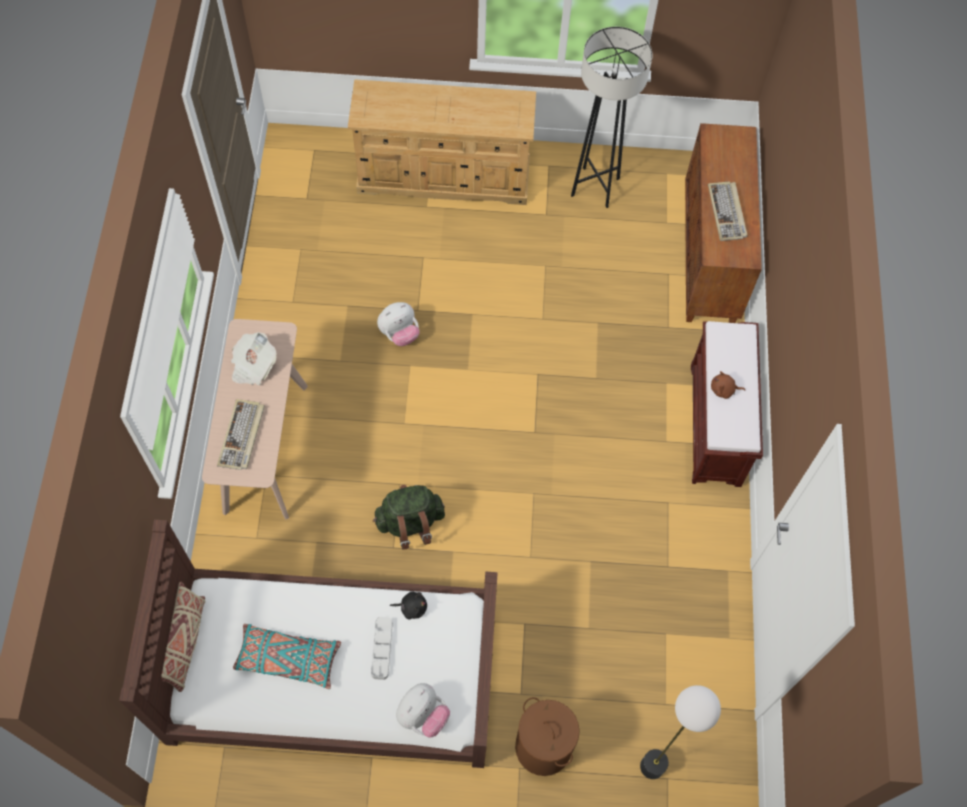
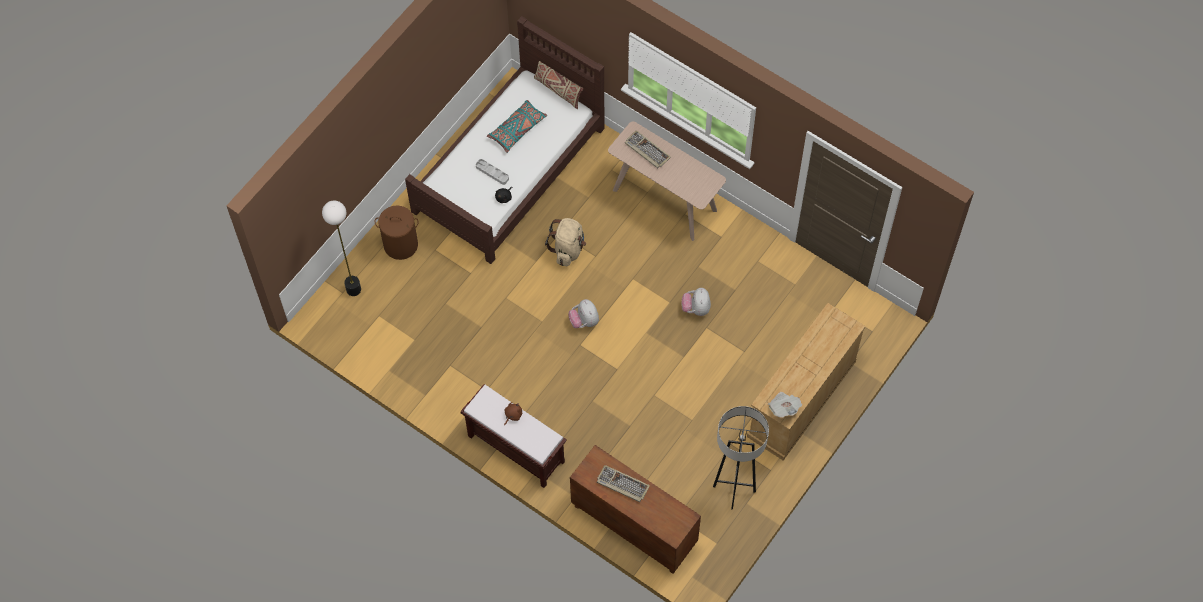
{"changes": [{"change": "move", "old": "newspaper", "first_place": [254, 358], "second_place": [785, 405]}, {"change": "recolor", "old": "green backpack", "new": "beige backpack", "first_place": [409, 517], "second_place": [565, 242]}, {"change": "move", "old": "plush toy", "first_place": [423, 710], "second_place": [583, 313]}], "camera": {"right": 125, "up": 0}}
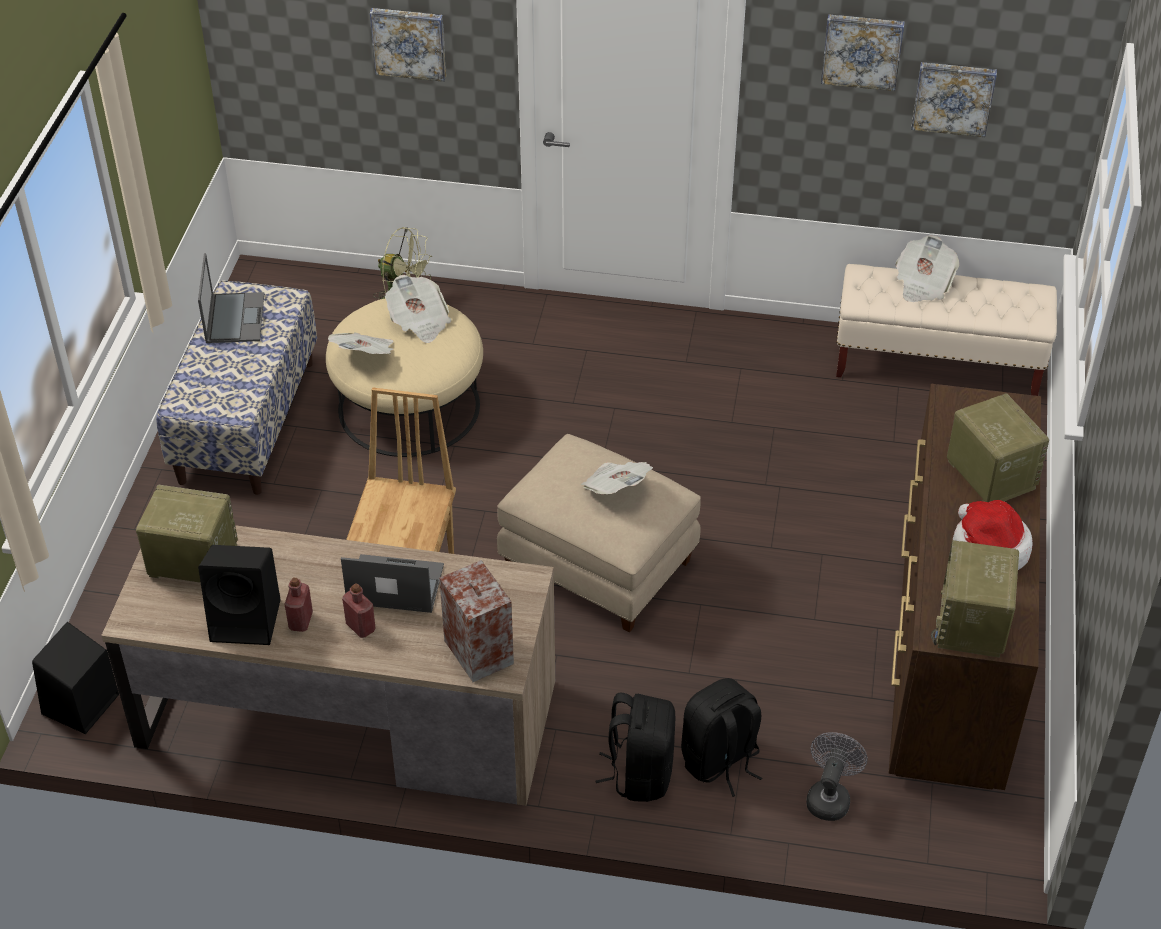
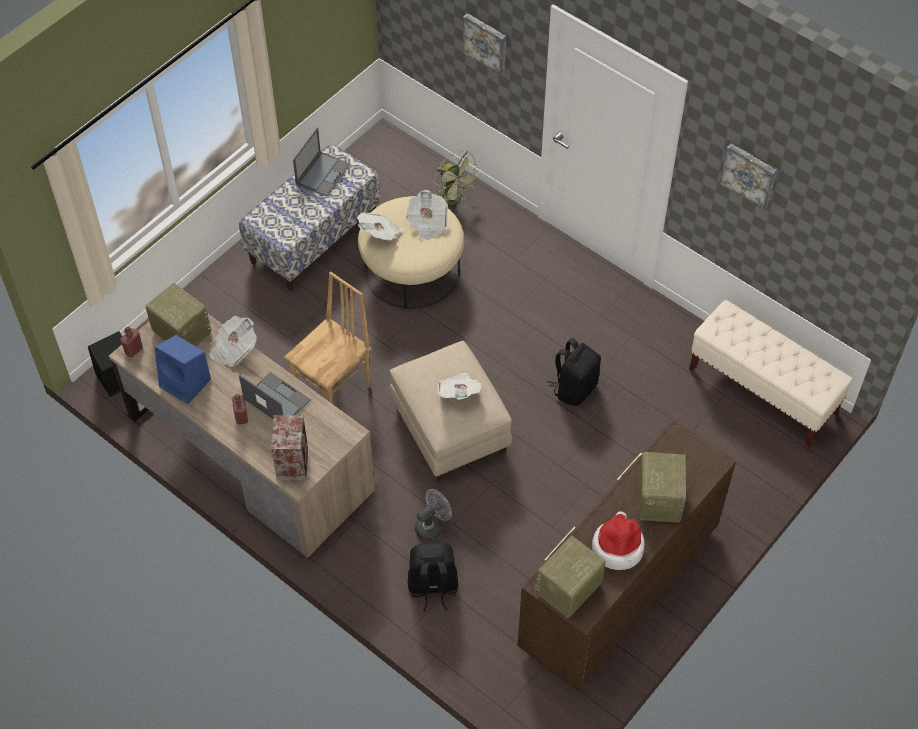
{"changes": [{"change": "delete", "old": "picture", "first_place": [954, 99]}, {"change": "move", "old": "newspaper", "first_place": [927, 268], "second_place": [233, 341]}, {"change": "recolor", "old": "black speaker", "new": "blue speaker", "first_place": [239, 595], "second_place": [183, 369]}, {"change": "move", "old": "red bottle", "first_place": [299, 605], "second_place": [131, 342]}, {"change": "move", "old": "black backpack", "first_place": [635, 747], "second_place": [574, 372]}, {"change": "move", "old": "grey fan", "first_place": [836, 776], "second_place": [433, 515]}], "camera": {"right": 30, "up": 10}}
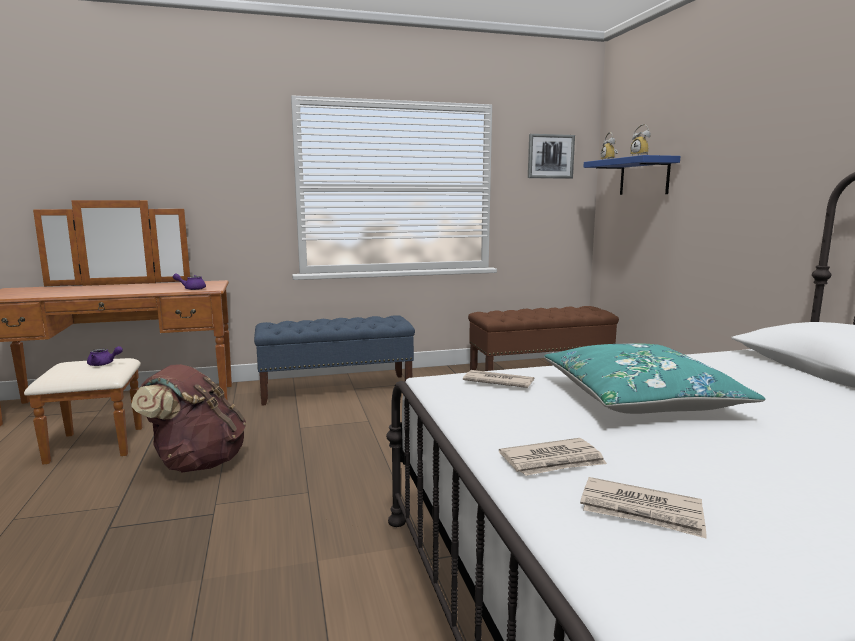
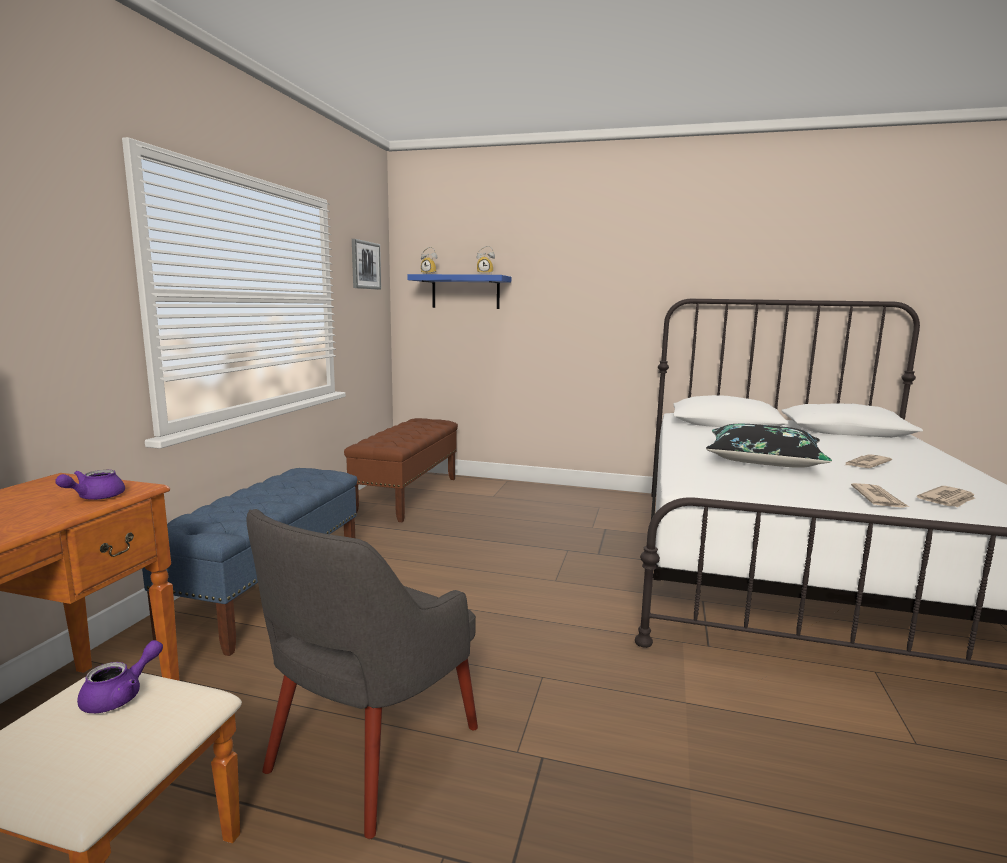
{"changes": [{"change": "recolor", "old": "turquoise pillow", "new": "black pillow", "first_place": [654, 378], "second_place": [769, 446]}, {"change": "replace", "old": "brown backpack", "new": "grey armchair", "first_place": [188, 418], "second_place": [362, 674]}, {"change": "move", "old": "newspaper", "first_place": [498, 379], "second_place": [868, 461]}], "camera": {"right": -60, "up": 0}}
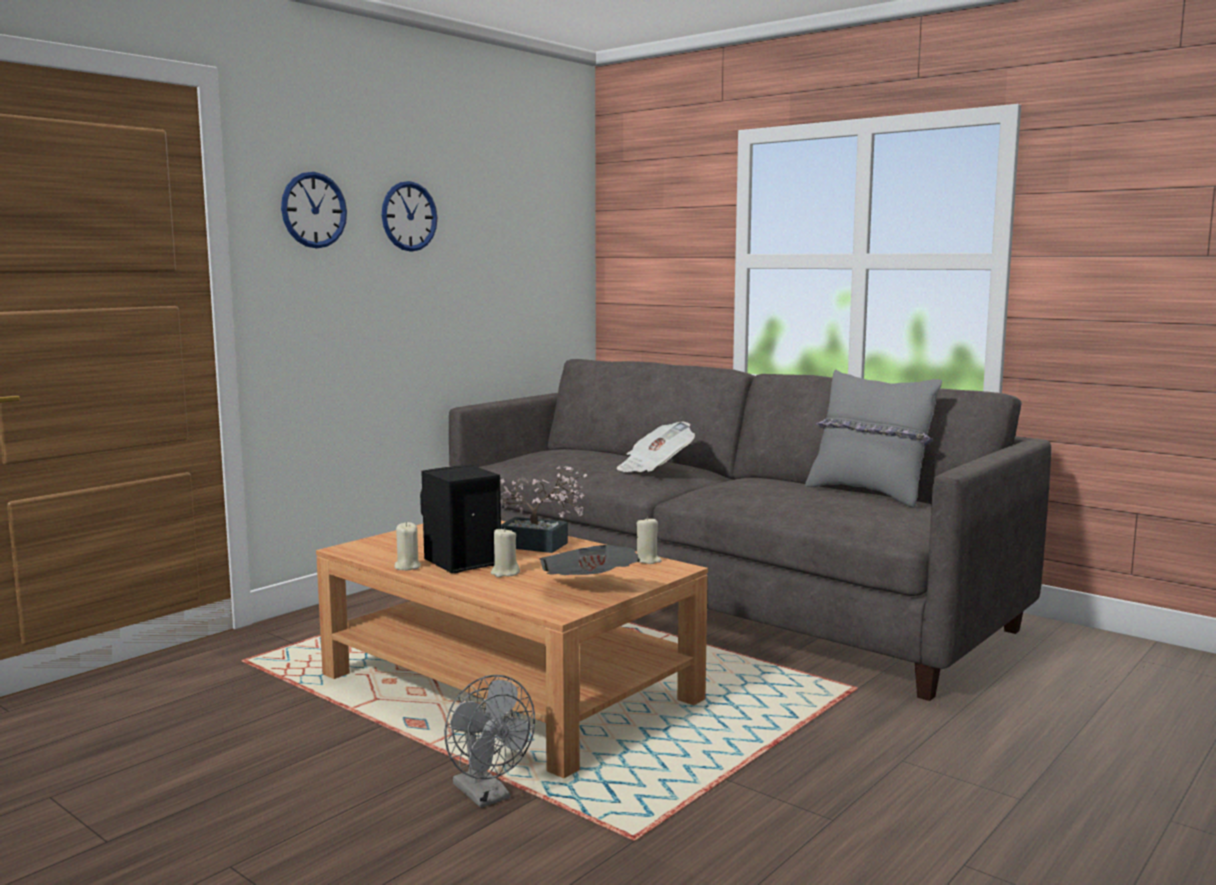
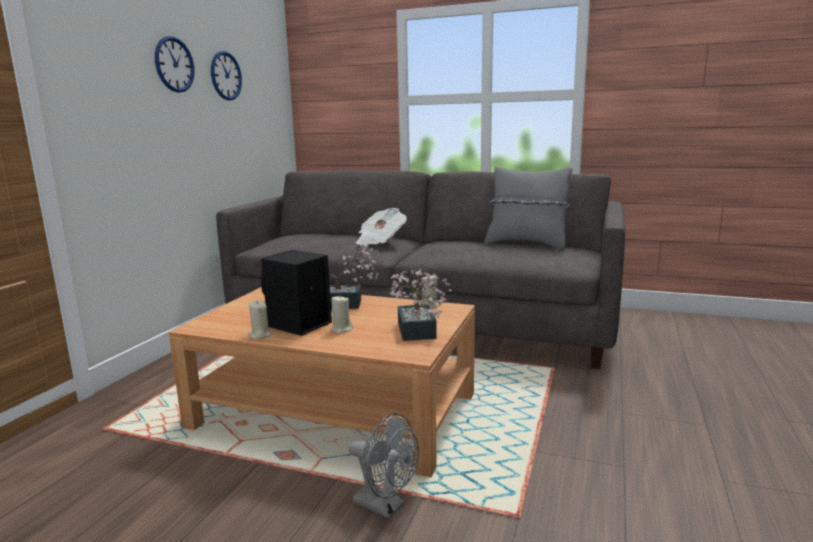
{"changes": [{"change": "move", "old": "wall clock", "first_place": [314, 210], "second_place": [226, 75]}, {"change": "replace", "old": "newspaper", "new": "potted plant", "first_place": [590, 560], "second_place": [420, 305]}], "camera": {"right": -20, "up": 5}}
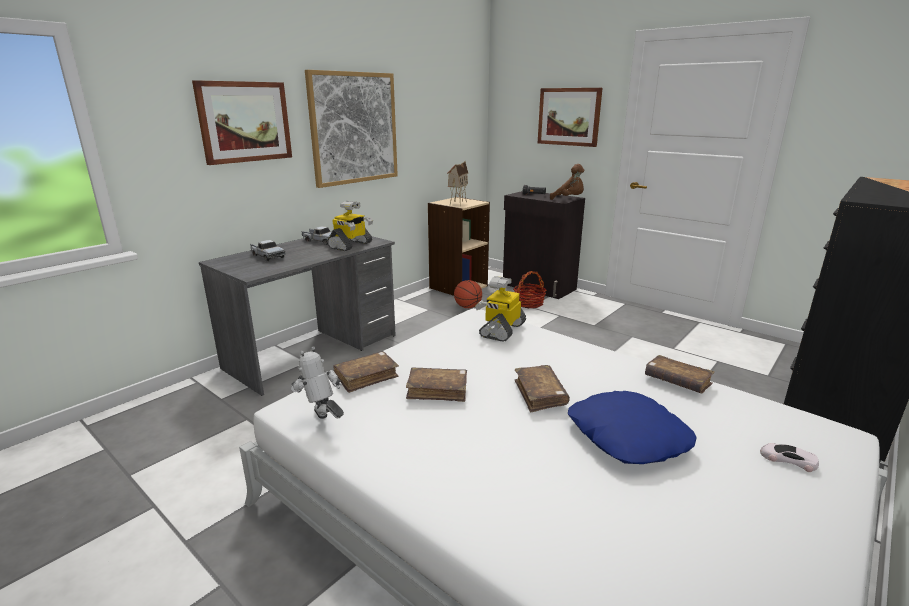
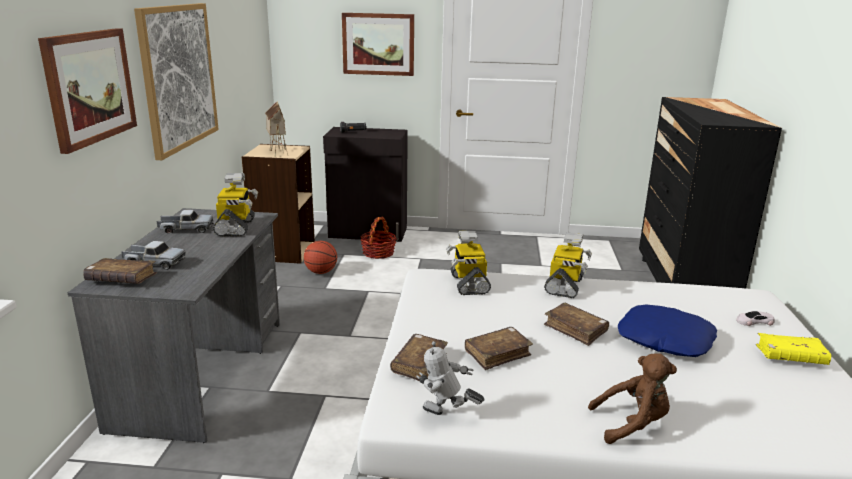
{"changes": [{"change": "move", "old": "brown plush toy", "first_place": [567, 182], "second_place": [632, 398]}, {"change": "move", "old": "brown book", "first_place": [680, 374], "second_place": [120, 271]}, {"change": "insert", "new": "toy robot", "second_place": [568, 265]}, {"change": "insert", "new": "yellow book", "second_place": [793, 349]}], "camera": {"right": -35, "up": 0}}
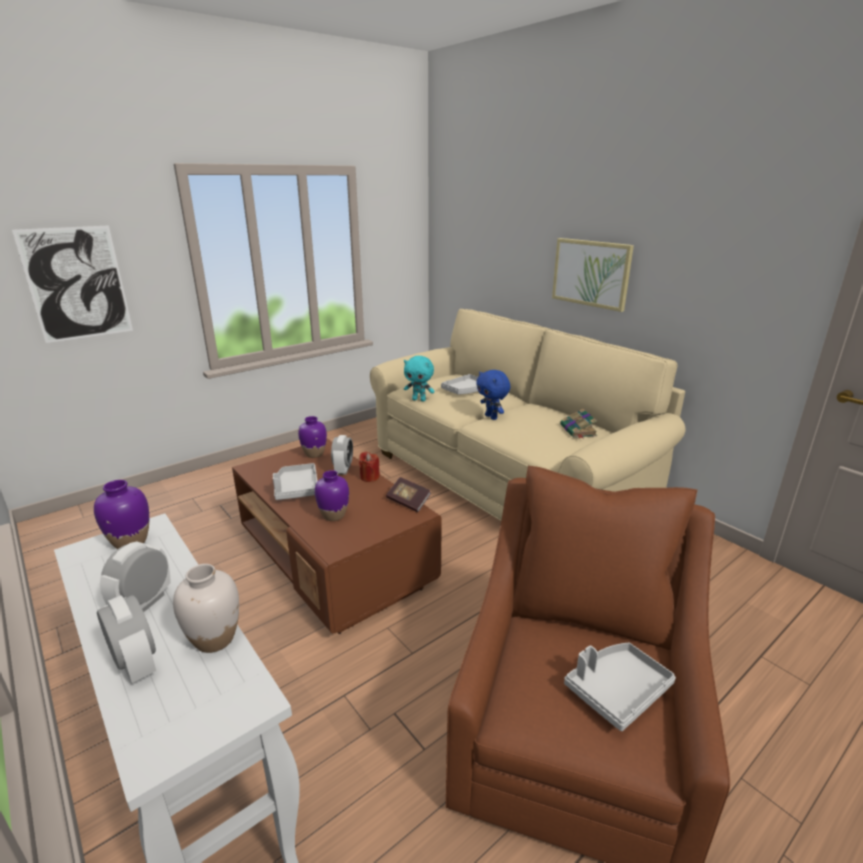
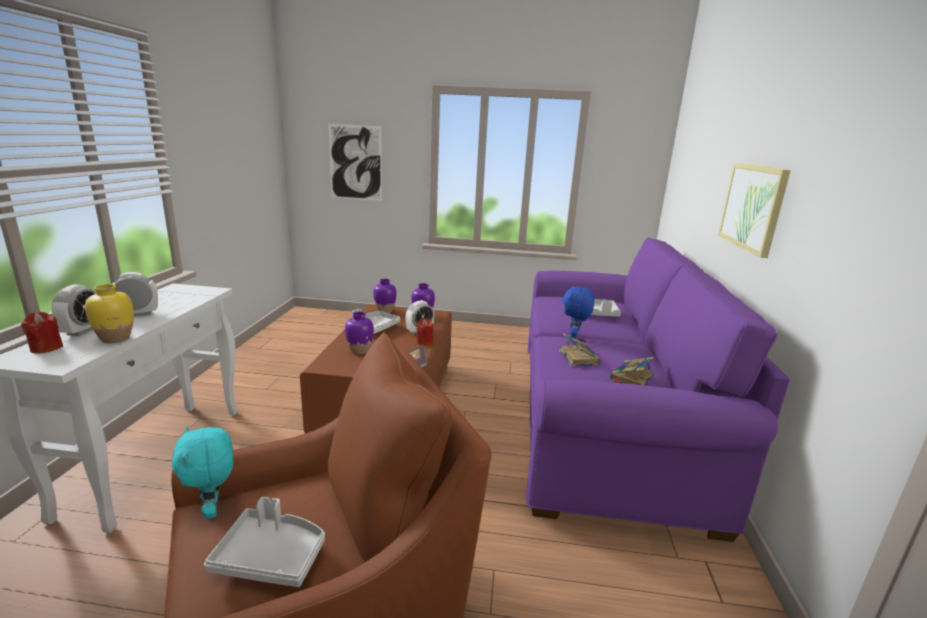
{"changes": [{"change": "recolor", "old": "beige sofa", "new": "purple sofa", "first_place": [528, 415], "second_place": [657, 389]}, {"change": "move", "old": "turquoise plush toy", "first_place": [419, 378], "second_place": [202, 473]}, {"change": "move", "old": "purple vase", "first_place": [121, 514], "second_place": [384, 296]}, {"change": "recolor", "old": "white vase", "new": "yellow vase", "first_place": [206, 608], "second_place": [109, 313]}, {"change": "insert", "new": "red candle", "second_place": [42, 332]}, {"change": "insert", "new": "book", "second_place": [579, 349]}], "camera": {"right": 45, "up": -5}}
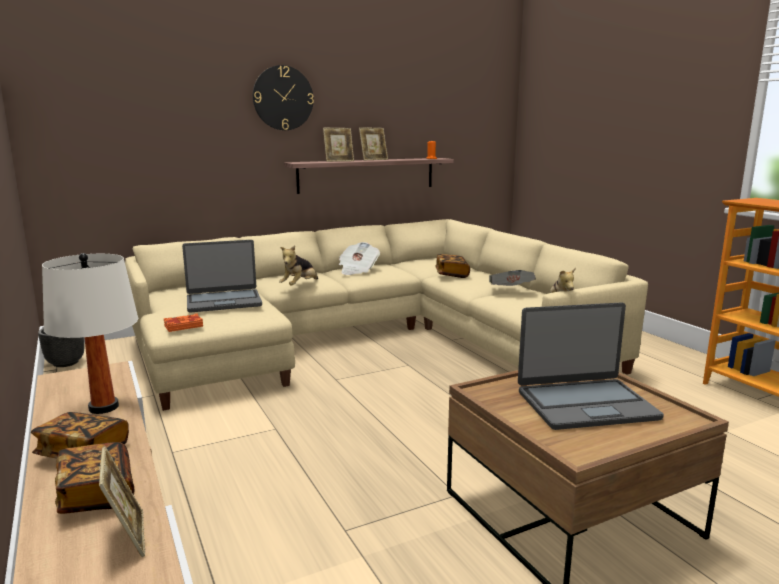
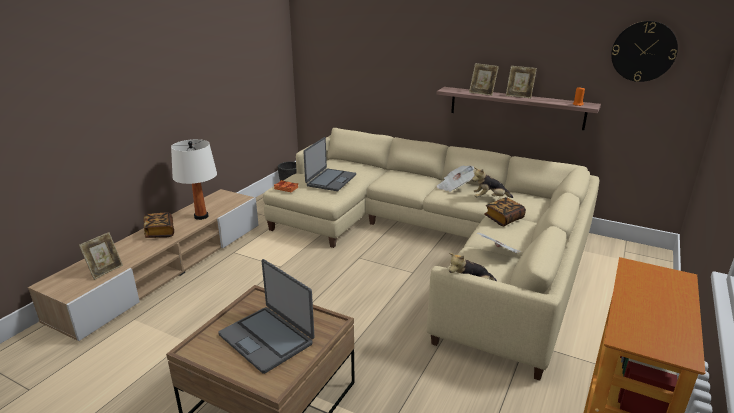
{"changes": [{"change": "move", "old": "wall clock", "first_place": [283, 97], "second_place": [644, 51]}, {"change": "rotate", "old": "laptop", "first_place": [222, 276], "second_place": [329, 164], "degrees": -105}, {"change": "move", "old": "plush toy", "first_place": [298, 265], "second_place": [492, 182]}, {"change": "delete", "old": "book", "first_place": [94, 478]}], "camera": {"right": 55, "up": 10}}
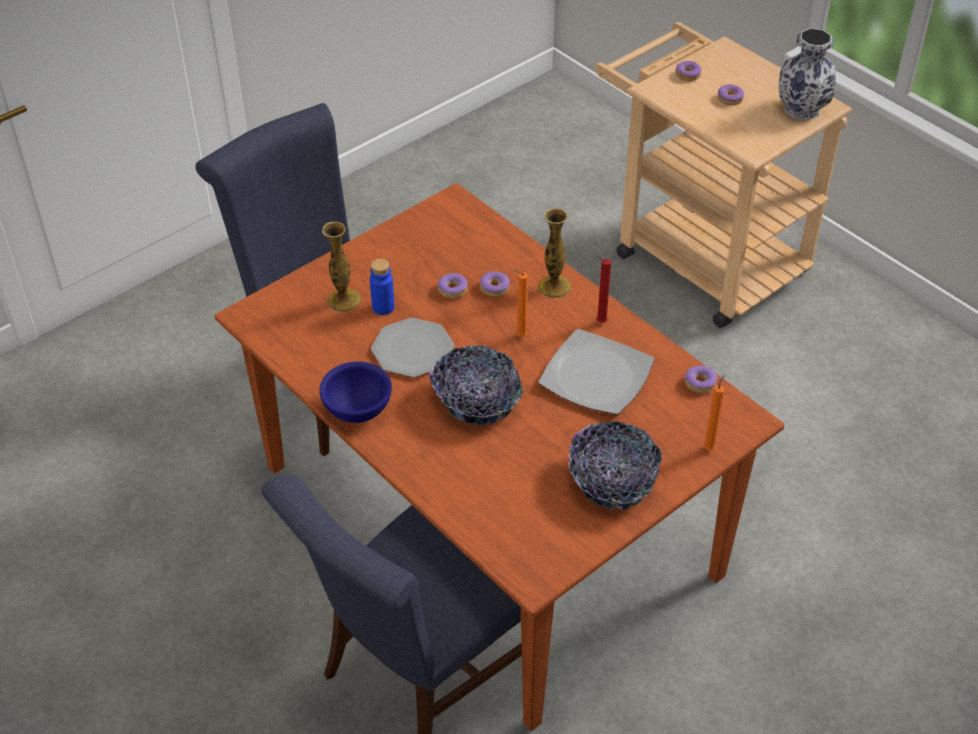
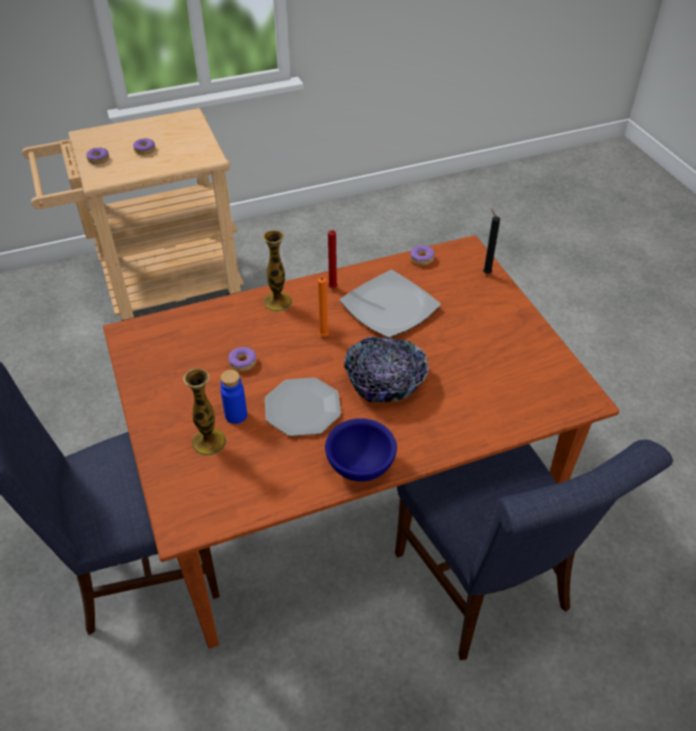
{"changes": [{"change": "delete", "old": "vase", "first_place": [807, 74]}, {"change": "delete", "old": "donut", "first_place": [495, 284]}, {"change": "recolor", "old": "orange candle", "new": "black candle", "first_place": [714, 412], "second_place": [491, 241]}, {"change": "delete", "old": "bowl", "first_place": [615, 465]}], "camera": {"right": -70, "up": 0}}
